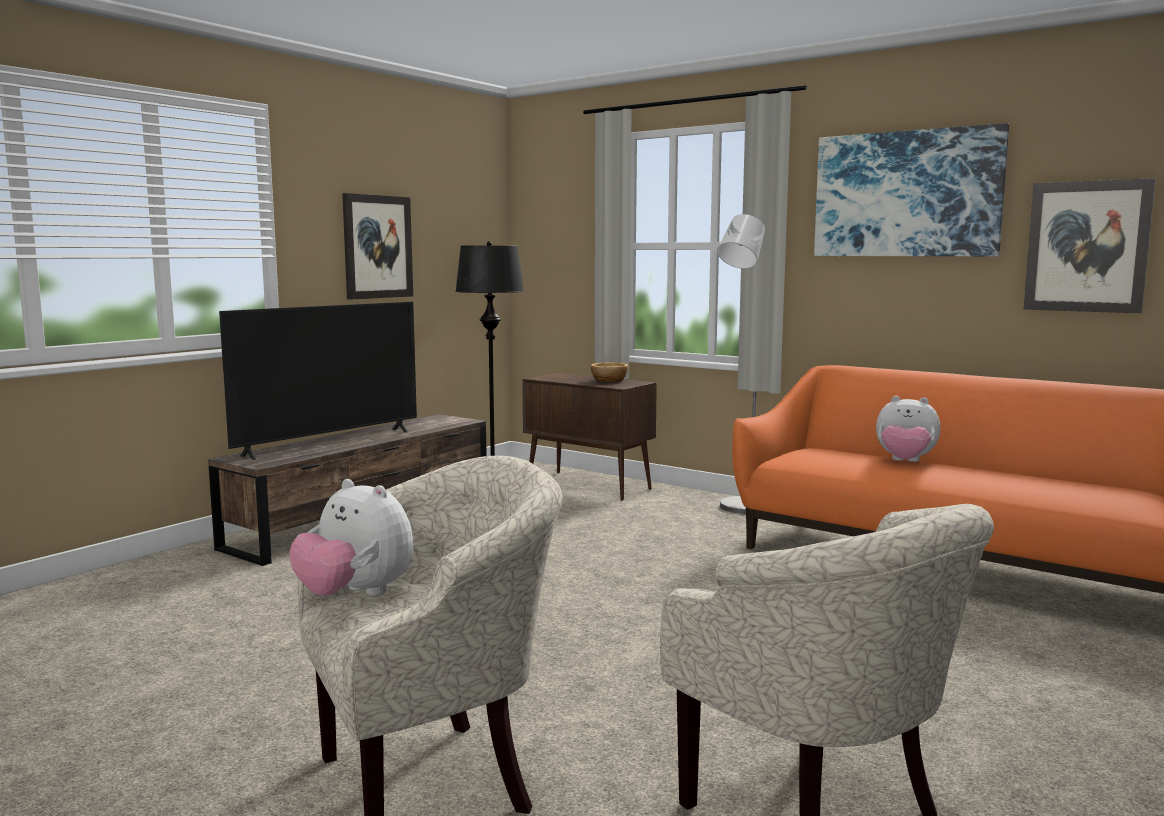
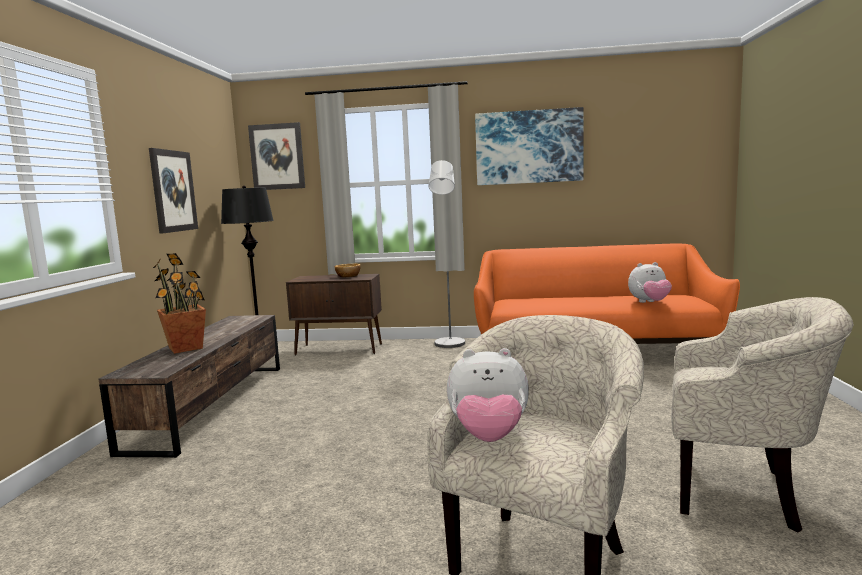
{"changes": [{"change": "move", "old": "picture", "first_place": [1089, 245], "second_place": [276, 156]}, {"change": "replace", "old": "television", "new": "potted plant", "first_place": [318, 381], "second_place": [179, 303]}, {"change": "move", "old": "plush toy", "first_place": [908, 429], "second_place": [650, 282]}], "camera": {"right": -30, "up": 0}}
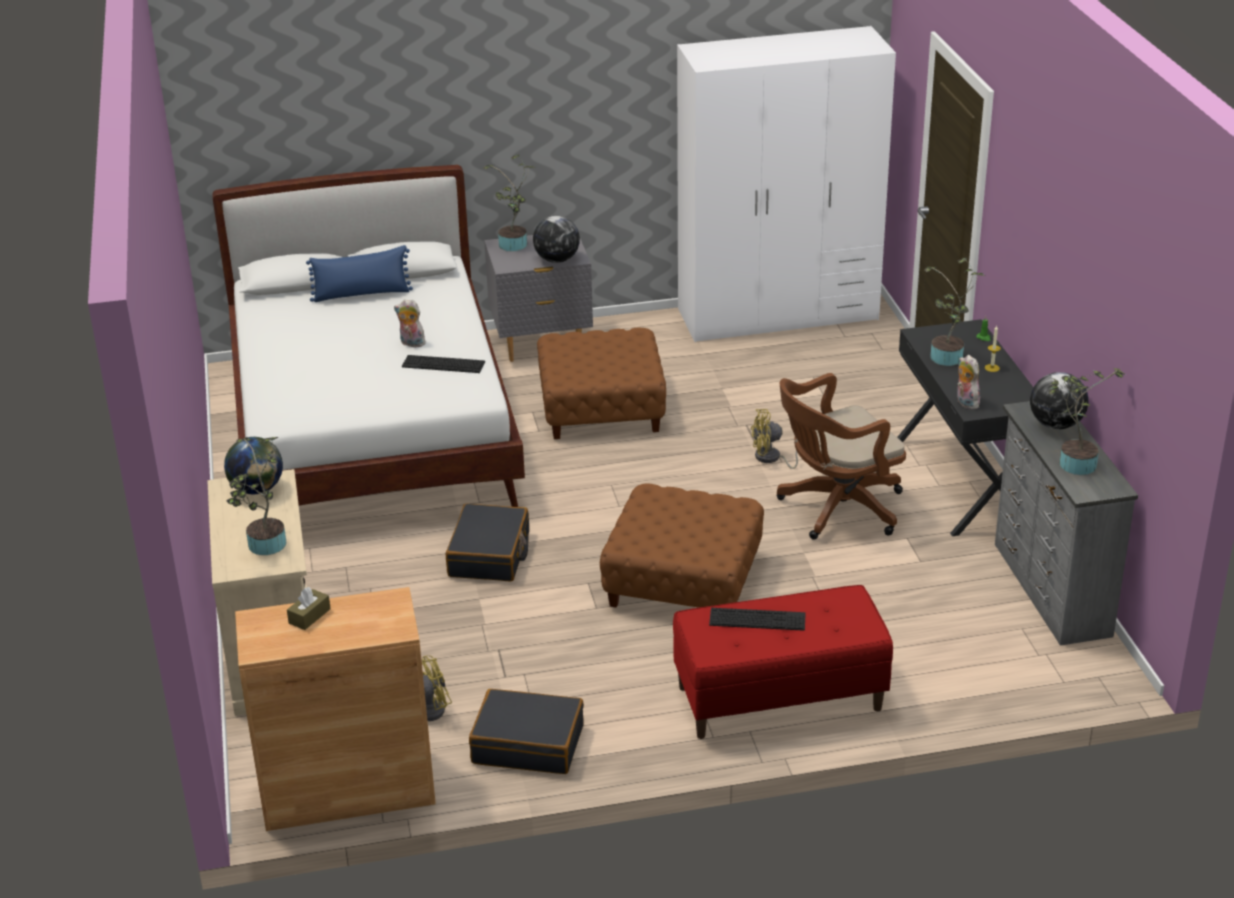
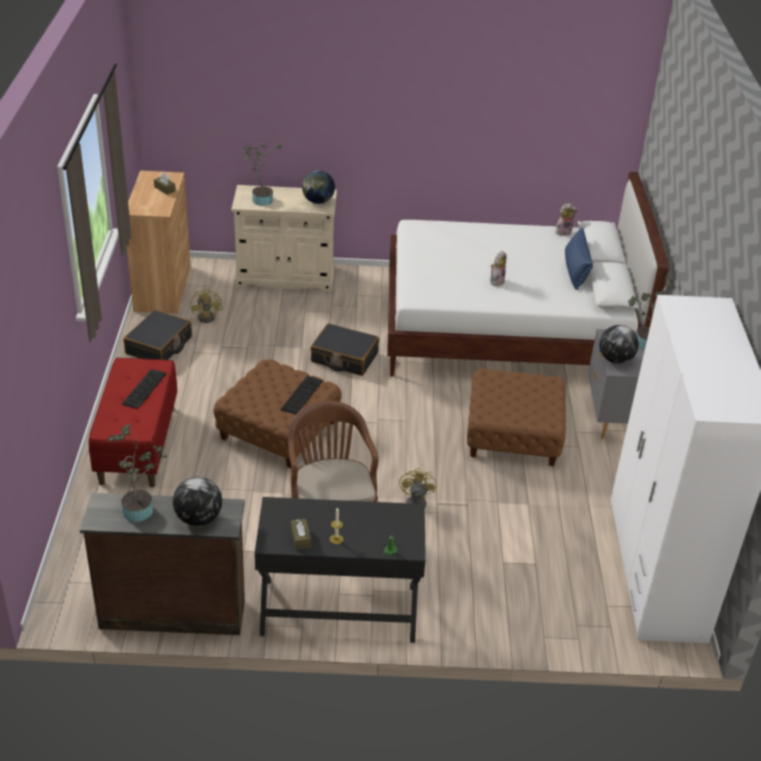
{"changes": [{"change": "delete", "old": "potted plant", "first_place": [954, 312]}, {"change": "move", "old": "keyboard", "first_place": [443, 364], "second_place": [302, 395]}, {"change": "move", "old": "plush toy", "first_place": [968, 382], "second_place": [567, 219]}, {"change": "recolor", "old": "grey dresser", "new": "brown dresser", "first_place": [1066, 523], "second_place": [162, 564]}, {"change": "insert", "new": "brown tissue box", "second_place": [301, 534]}], "camera": {"right": 100, "up": 5}}
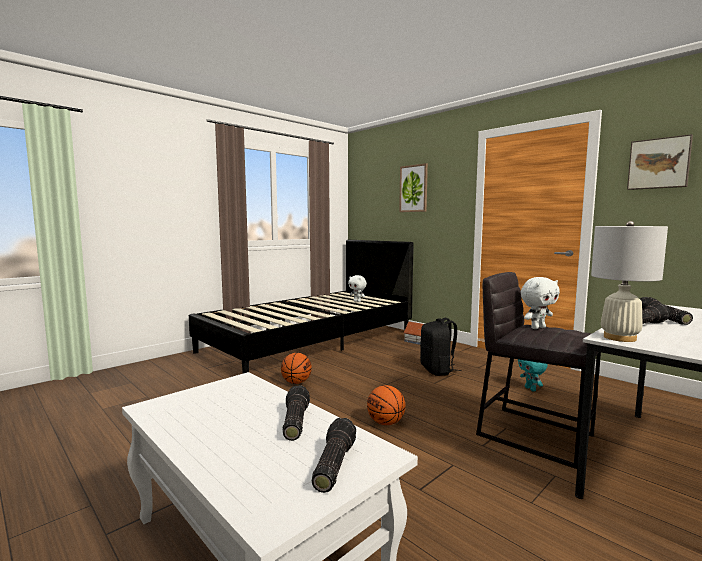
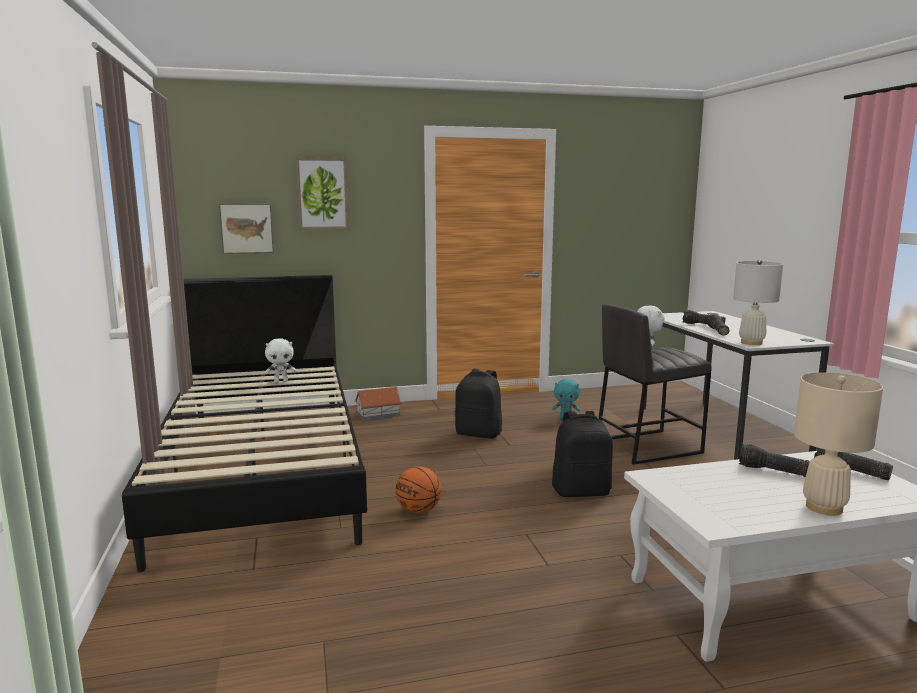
{"changes": [{"change": "move", "old": "picture", "first_place": [660, 162], "second_place": [246, 229]}, {"change": "replace", "old": "basketball", "new": "black backpack", "first_place": [386, 405], "second_place": [582, 454]}, {"change": "insert", "new": "beige table lamp", "second_place": [838, 444]}], "camera": {"right": -60, "up": 5}}
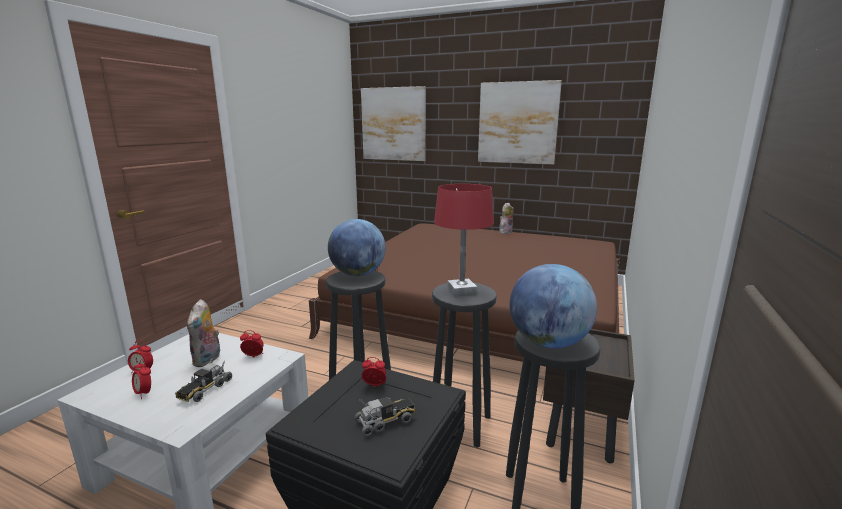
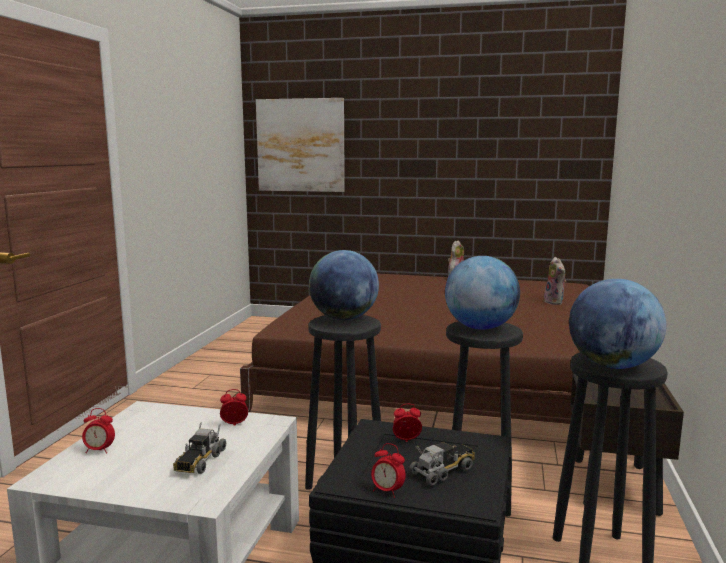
{"changes": [{"change": "delete", "old": "picture", "first_place": [520, 122]}, {"change": "replace", "old": "red table lamp", "new": "globe", "first_place": [464, 240], "second_place": [482, 293]}, {"change": "move", "old": "plush toy", "first_place": [203, 333], "second_place": [555, 281]}, {"change": "move", "old": "alarm clock", "first_place": [141, 379], "second_place": [388, 470]}], "camera": {"right": -10, "up": -5}}
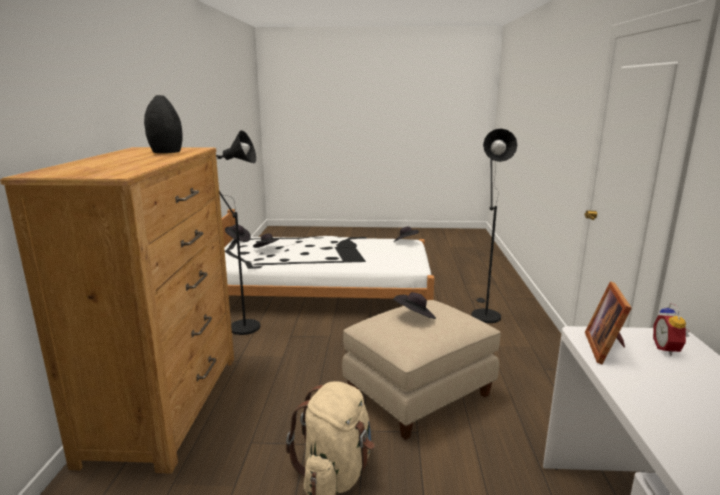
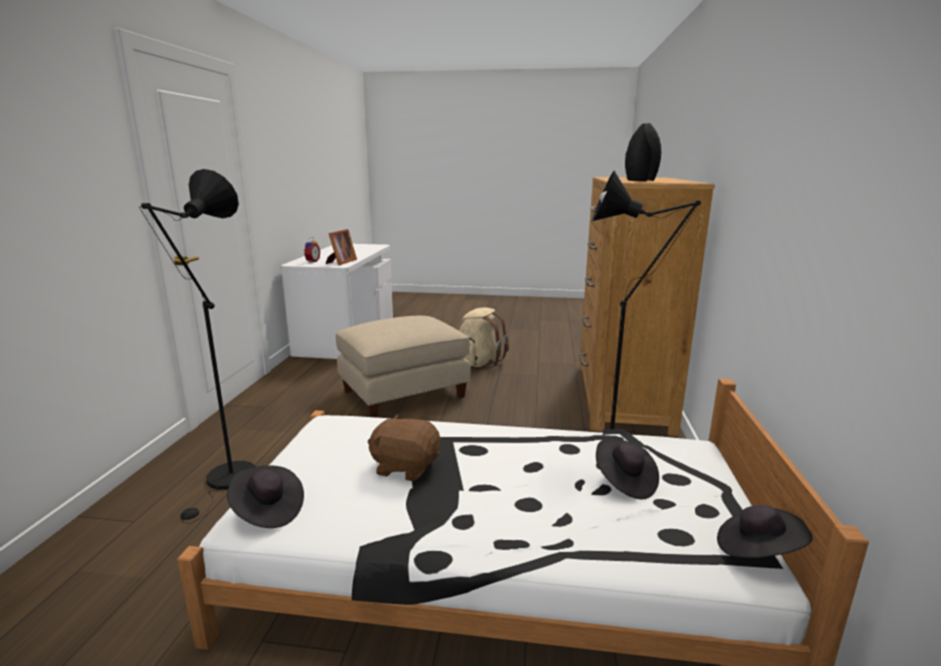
{"changes": [{"change": "delete", "old": "black hat", "first_place": [414, 305]}, {"change": "insert", "new": "brown plush toy", "second_place": [404, 447]}], "camera": {"right": -175, "up": 0}}
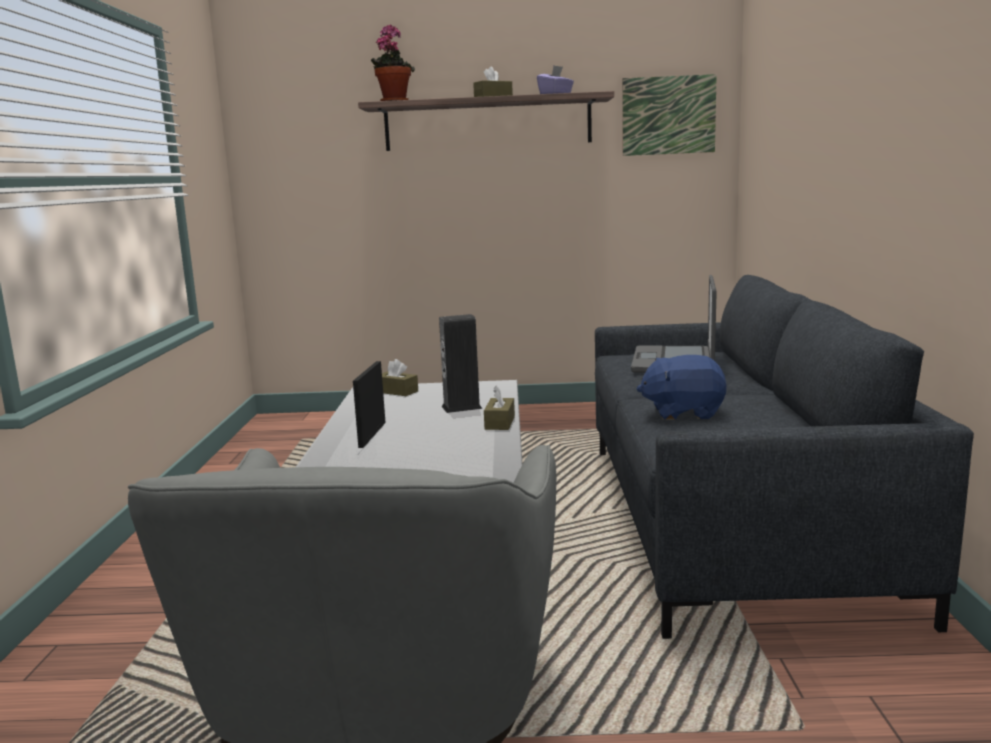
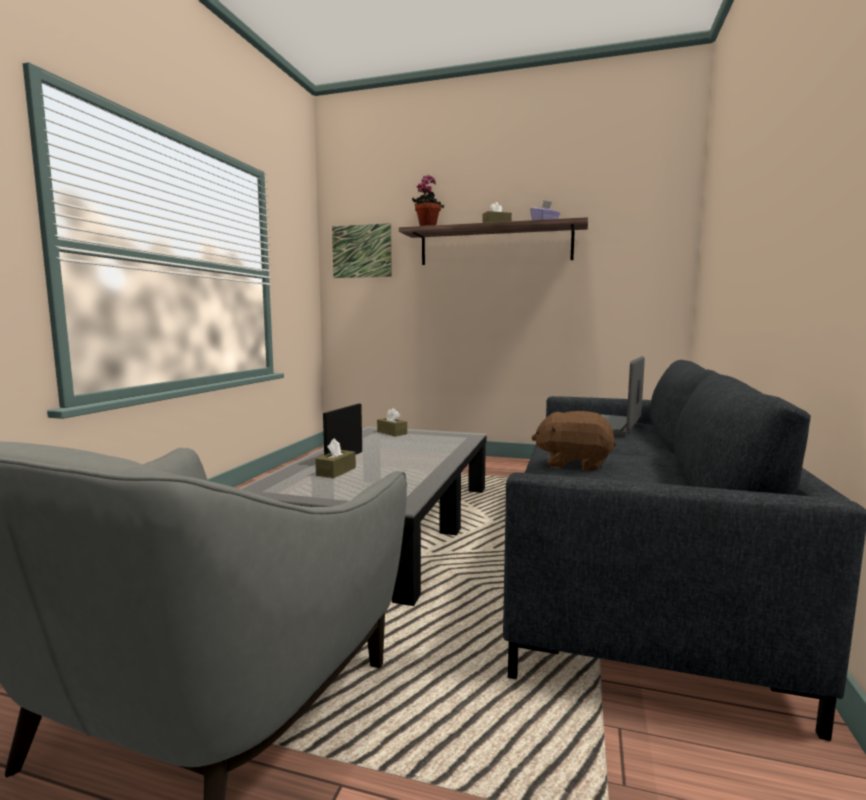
{"changes": [{"change": "move", "old": "picture", "first_place": [669, 115], "second_place": [362, 250]}, {"change": "delete", "old": "speaker", "first_place": [460, 363]}, {"change": "recolor", "old": "blue plush toy", "new": "brown plush toy", "first_place": [682, 387], "second_place": [573, 441]}, {"change": "move", "old": "brown tissue box", "first_place": [499, 407], "second_place": [335, 458]}], "camera": {"right": 15, "up": -5}}
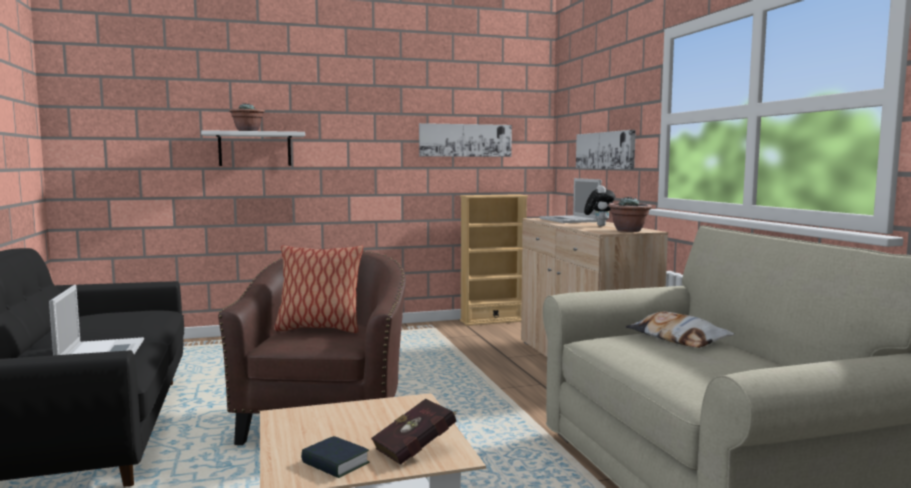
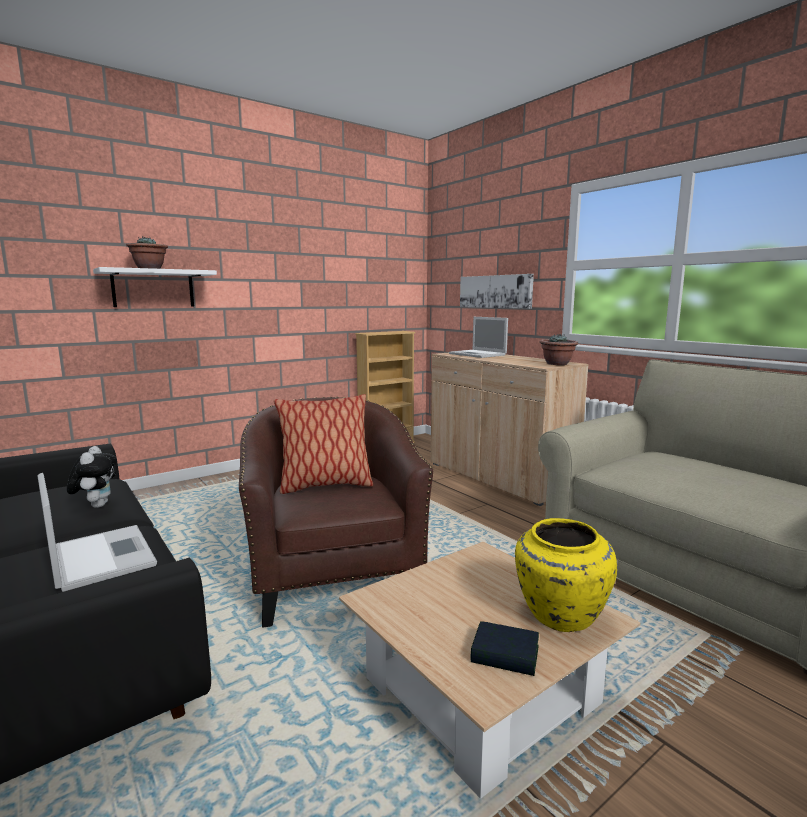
{"changes": [{"change": "delete", "old": "picture", "first_place": [465, 140]}, {"change": "move", "old": "plush toy", "first_place": [599, 205], "second_place": [92, 477]}, {"change": "delete", "old": "pillow", "first_place": [679, 329]}, {"change": "replace", "old": "red book", "new": "yellow vase", "first_place": [414, 432], "second_place": [566, 575]}], "camera": {"right": -20, "up": 5}}
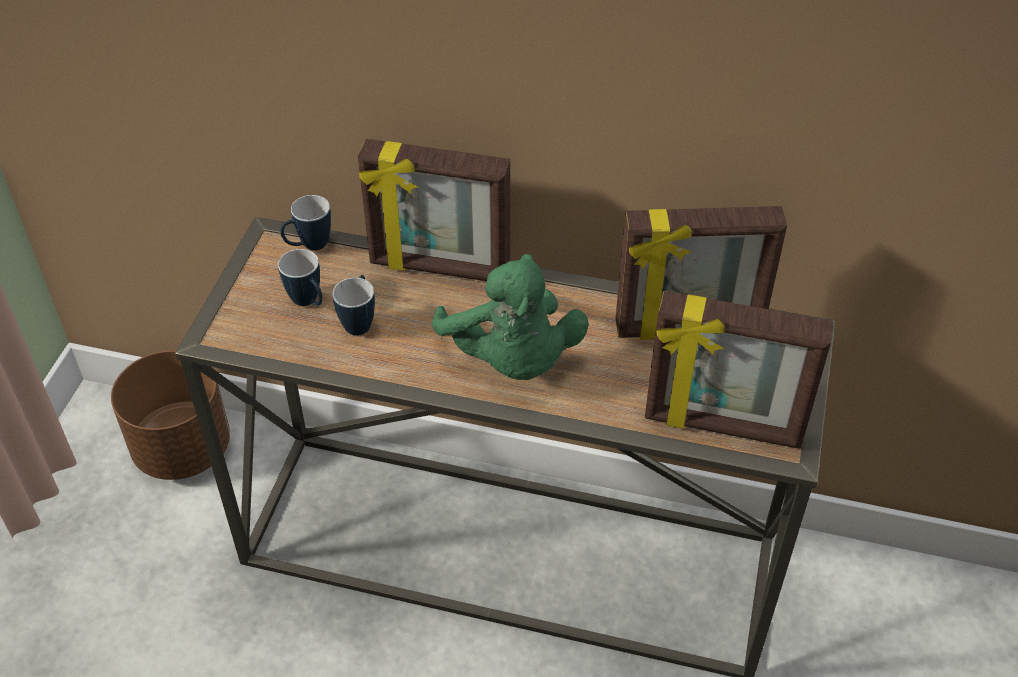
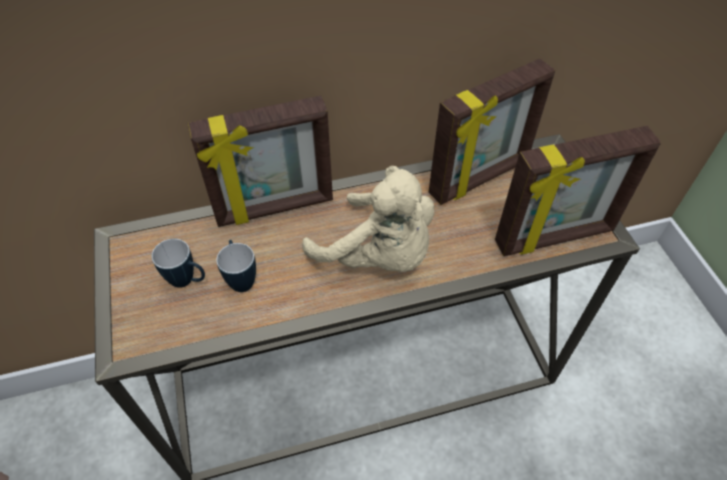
{"changes": [{"change": "delete", "old": "mug", "first_place": [305, 222]}, {"change": "recolor", "old": "green plush toy", "new": "beige plush toy", "first_place": [510, 317], "second_place": [368, 219]}, {"change": "delete", "old": "brown planter", "first_place": [170, 415]}], "camera": {"right": -30, "up": 5}}
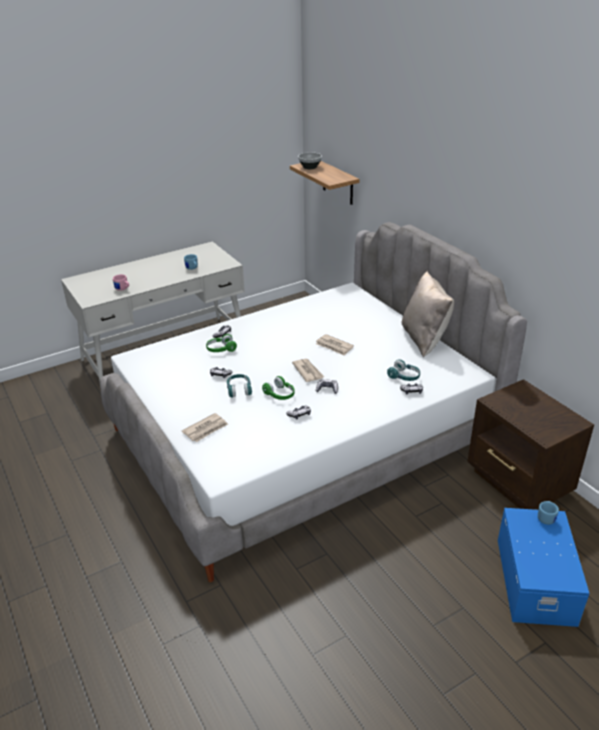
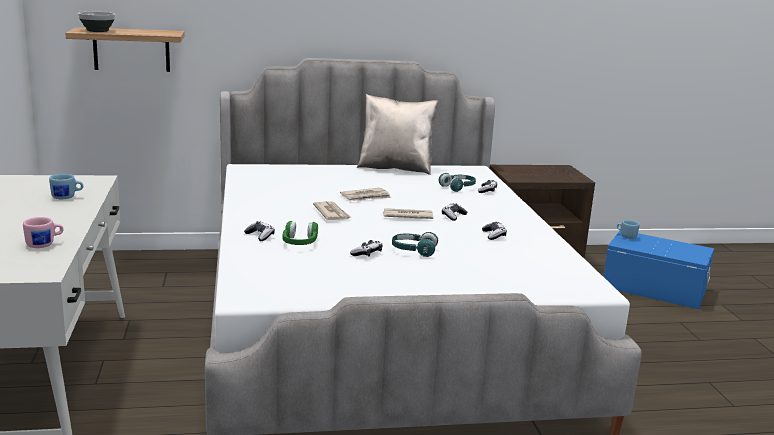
{"changes": [{"change": "delete", "old": "green headphones", "first_place": [278, 388]}, {"change": "move", "old": "newspaper", "first_place": [205, 427], "second_place": [332, 210]}], "camera": {"right": -70, "up": -15}}
